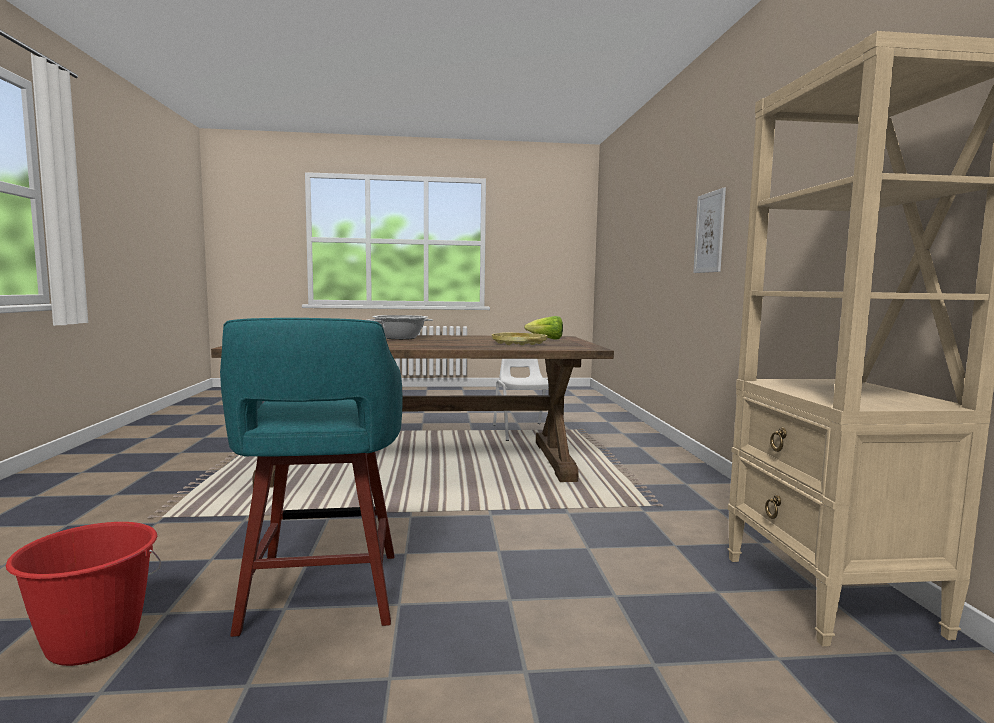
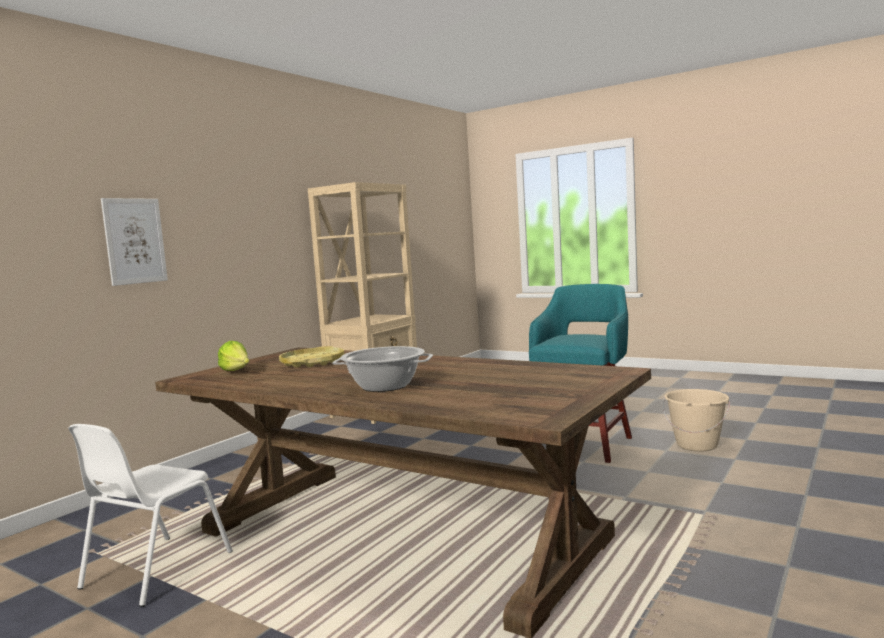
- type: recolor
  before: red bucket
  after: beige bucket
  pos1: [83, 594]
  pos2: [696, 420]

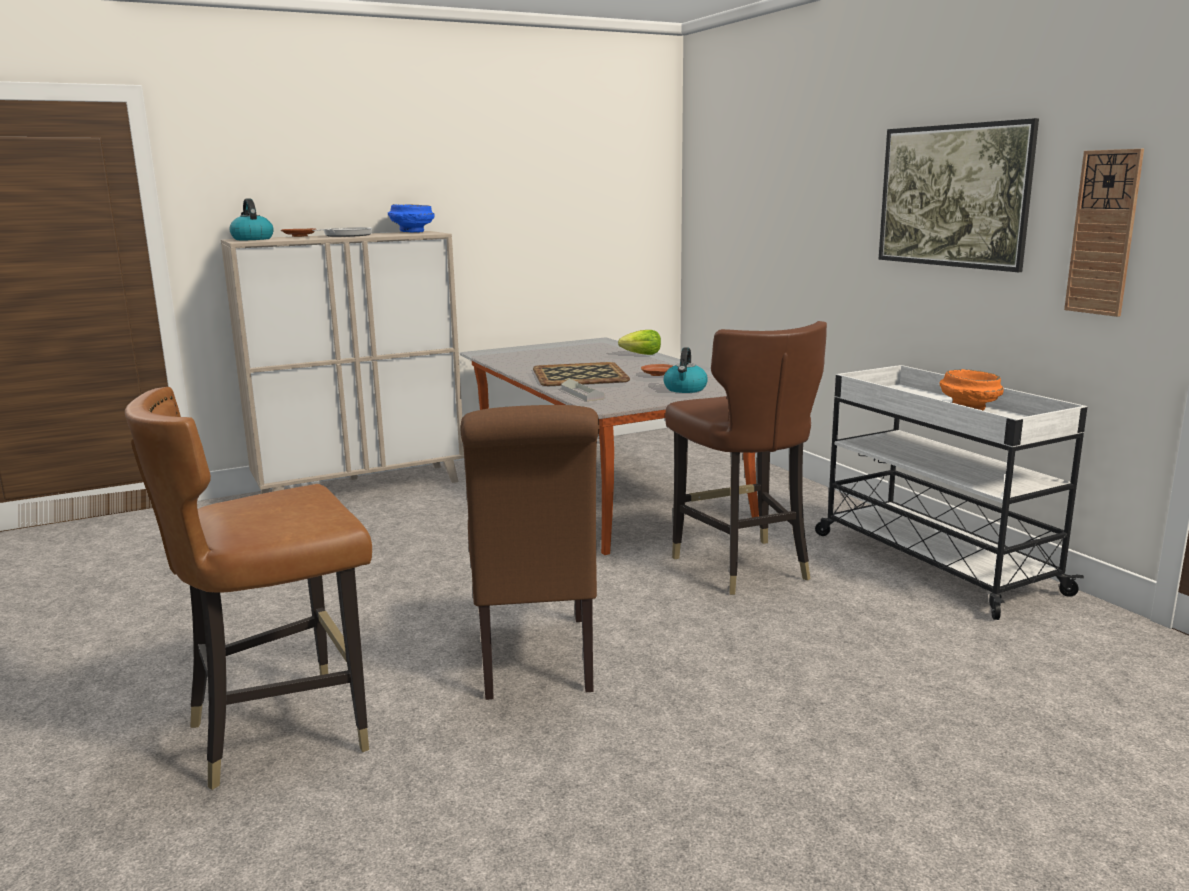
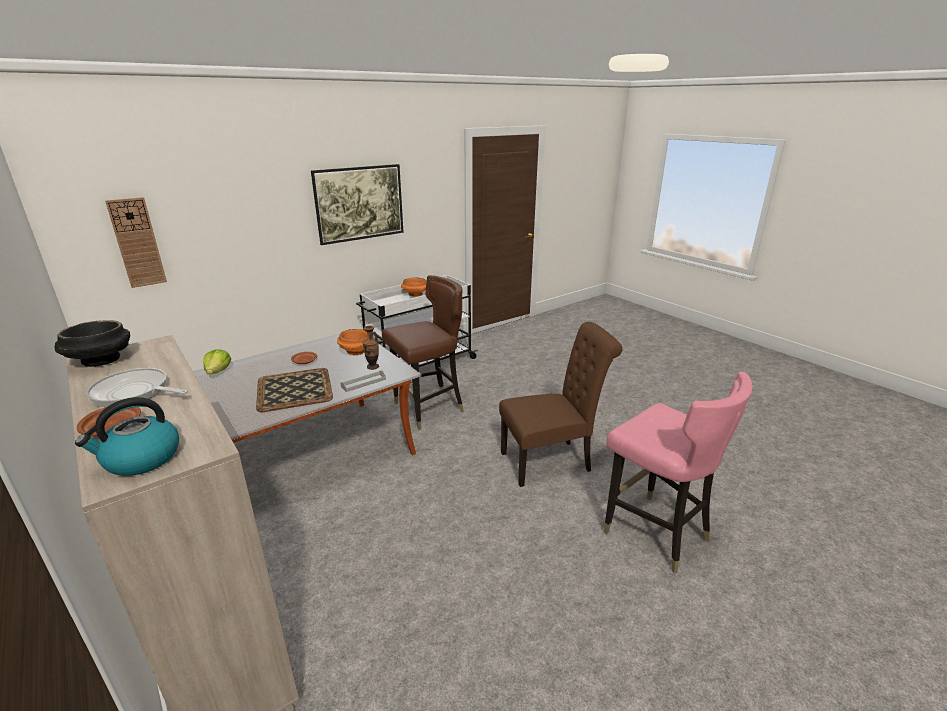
- type: recolor
  before: brown chair
  after: pink chair
  pos1: [248, 588]
  pos2: [678, 473]
- type: recolor
  before: blue bowl
  after: black bowl
  pos1: [411, 218]
  pos2: [92, 343]
- type: replace
  before: kettle
  after: orange bowl
  pos1: [685, 370]
  pos2: [352, 342]
- type: move
  before: wall clock
  pos1: [1104, 233]
  pos2: [136, 242]
- type: insert
  after: vase
  pos2: [370, 348]

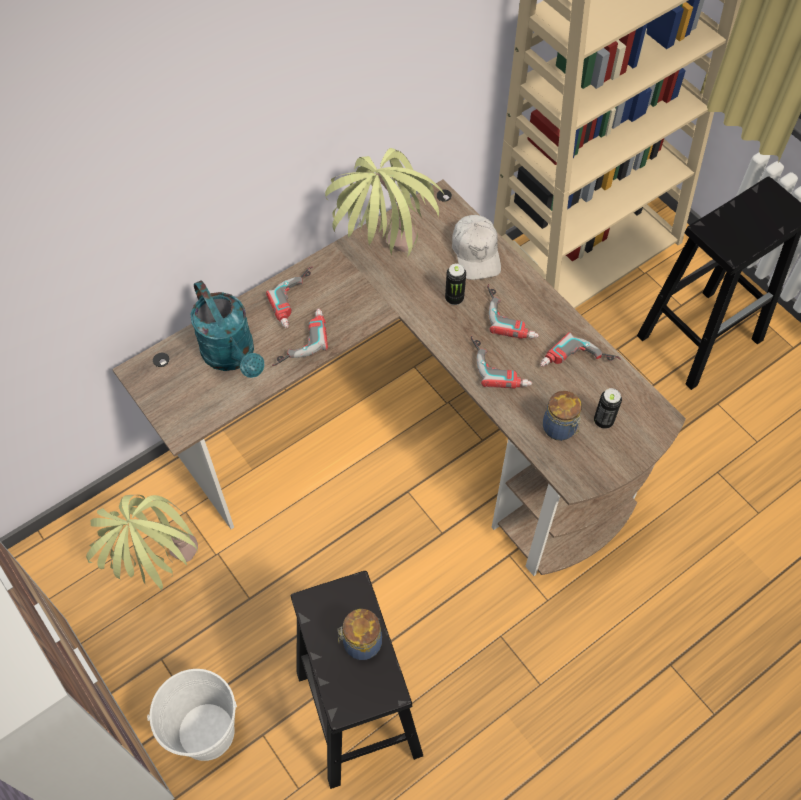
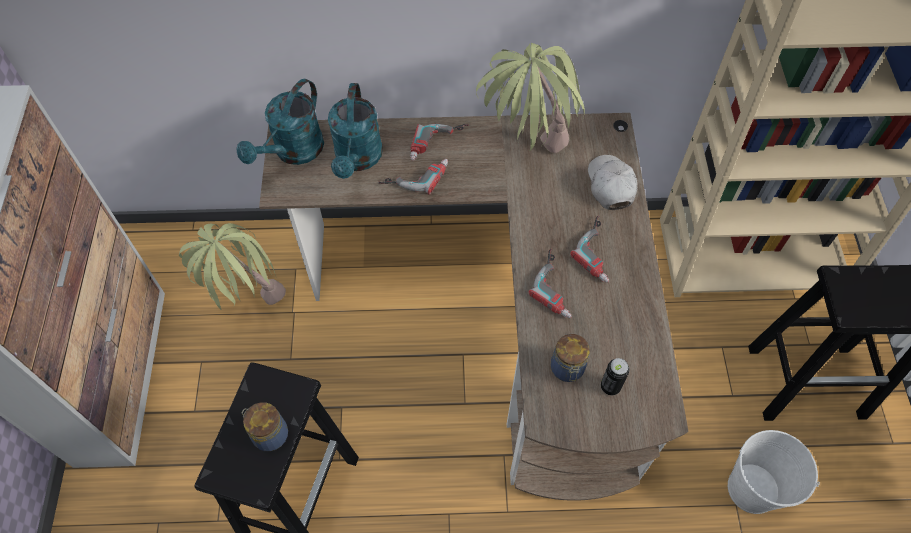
- type: move
  before: white bucket
  pos1: [192, 715]
  pos2: [774, 472]
- type: delete
  before: can
  pos1: [455, 284]
- type: rotate
  before: white cap
  pos1: [476, 247]
  pos2: [612, 182]
  turn: 150
- type: delete
  before: power drill
  pos1: [580, 349]
- type: insert
  after: turquoise watering can
  pos2: [280, 122]

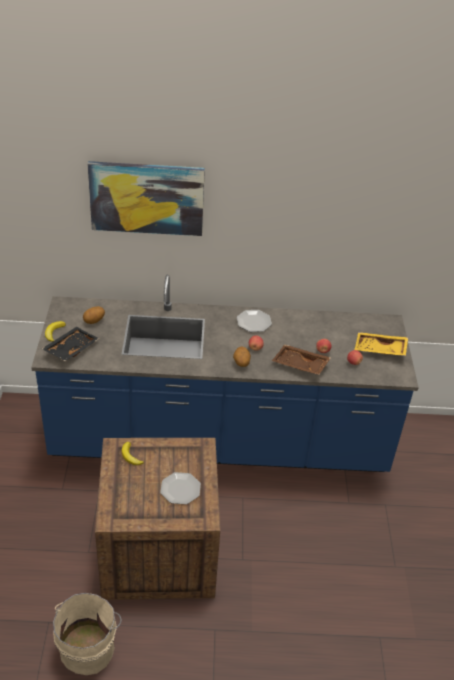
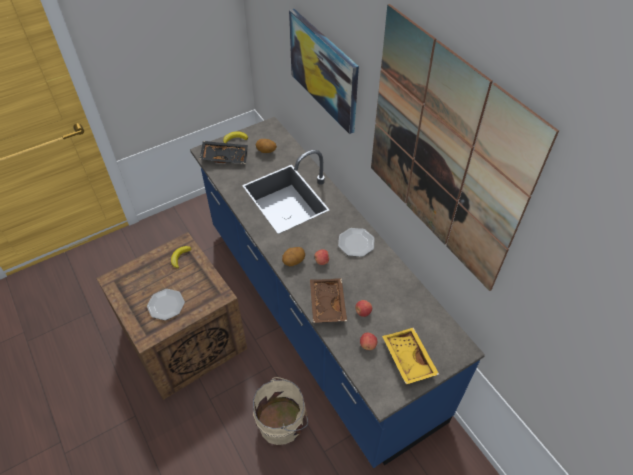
- type: move
  before: beige bucket
  pos1: [87, 634]
  pos2: [280, 411]
- type: insert
  after: picture
  pos2: [465, 147]

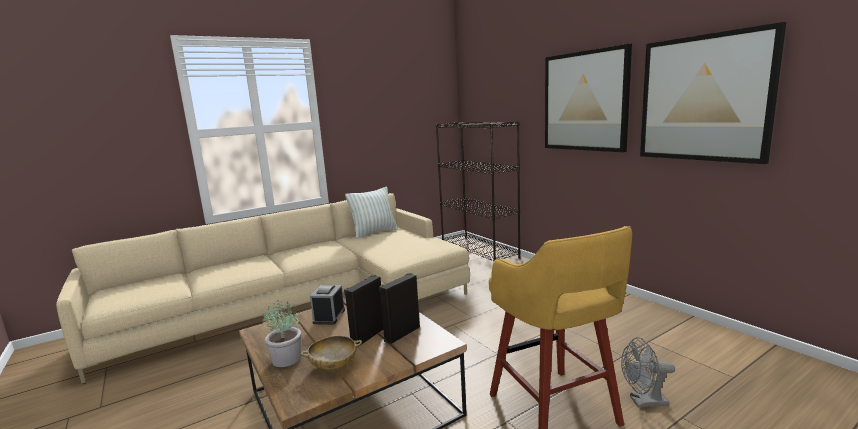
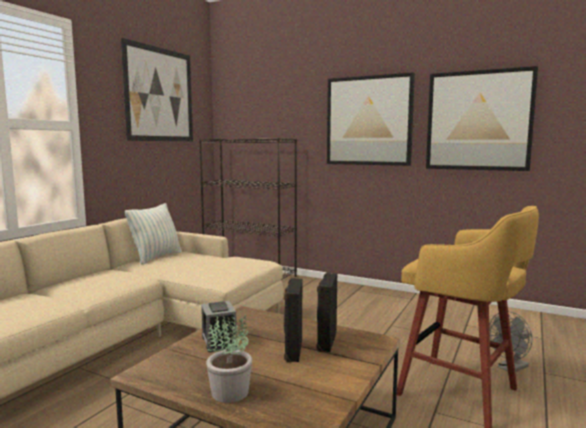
- type: delete
  before: beige bowl
  pos1: [331, 353]
- type: insert
  after: picture
  pos2: [157, 89]

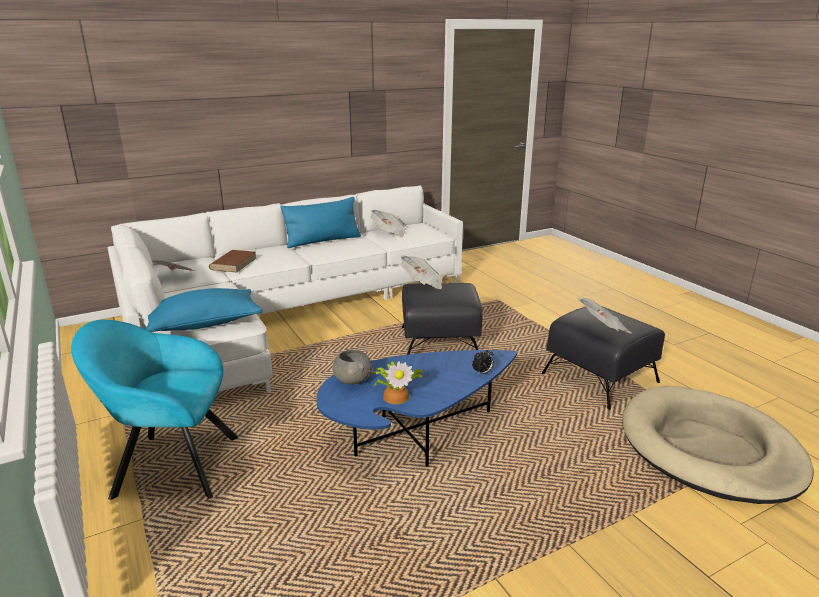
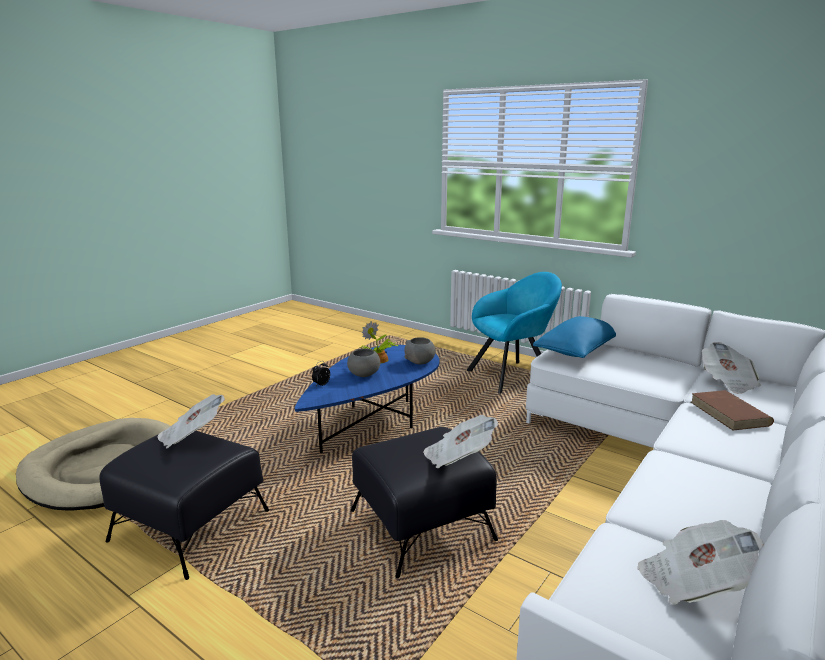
- type: delete
  before: blue pillow
  pos1: [321, 222]
- type: insert
  after: grey bowl
  pos2: [363, 363]

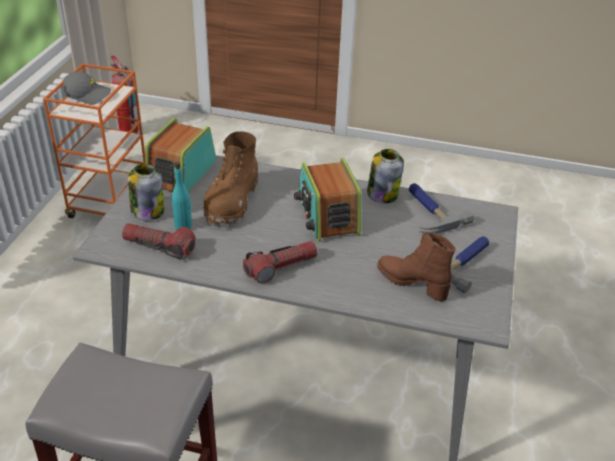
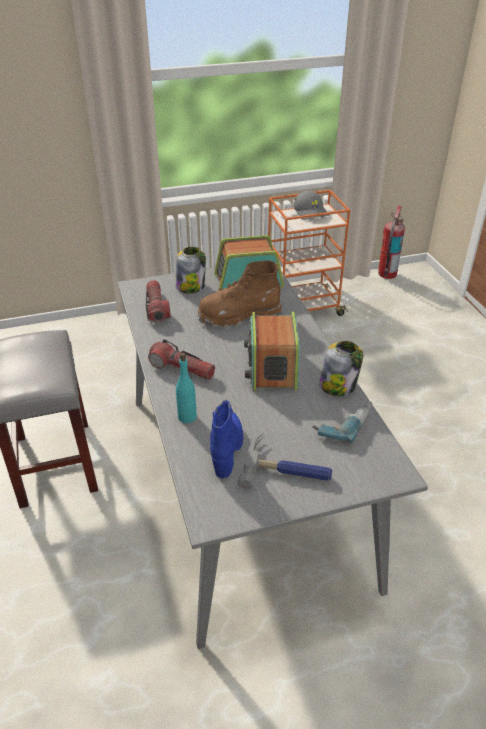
- type: move
  before: turquoise bottle
  pos1: [182, 195]
  pos2: [186, 388]
- type: rotate
  before: radio
  pos1: [327, 200]
  pos2: [272, 351]
  turn: -45
- type: recolor
  before: brown boot
  after: blue boot
  pos1: [416, 267]
  pos2: [226, 439]
- type: replace
  before: hammer
  after: power drill
  pos1: [441, 208]
  pos2: [342, 422]

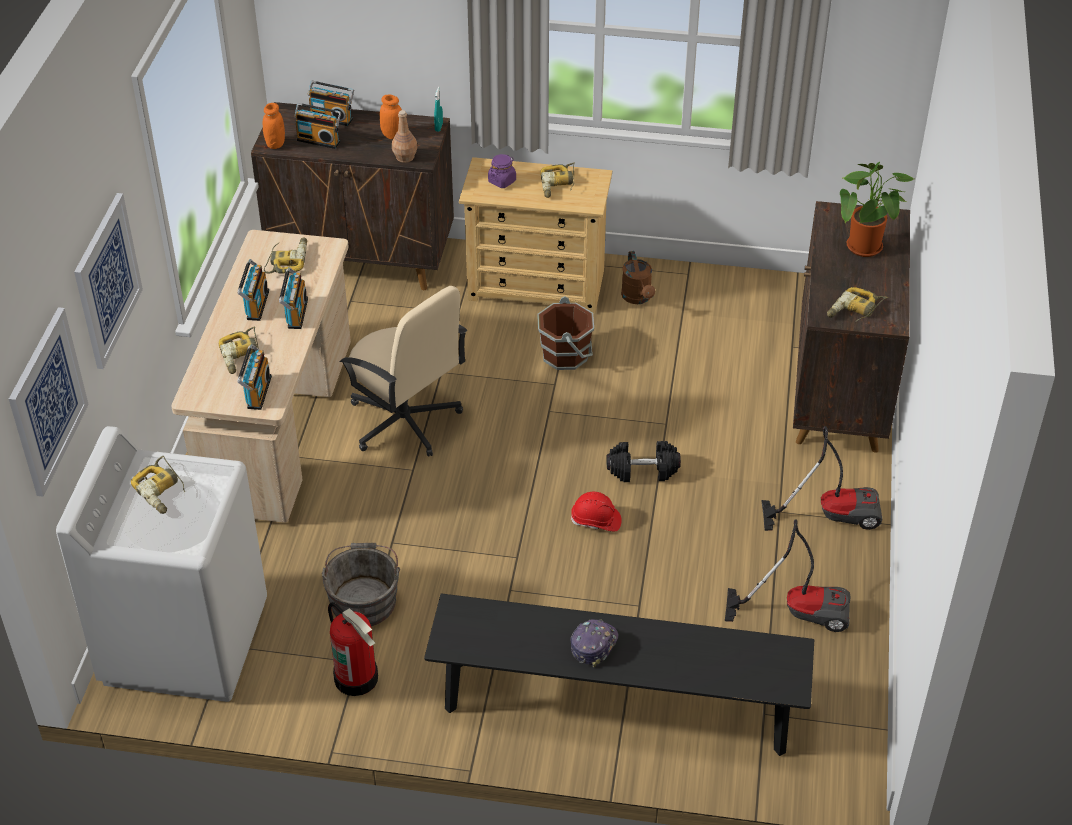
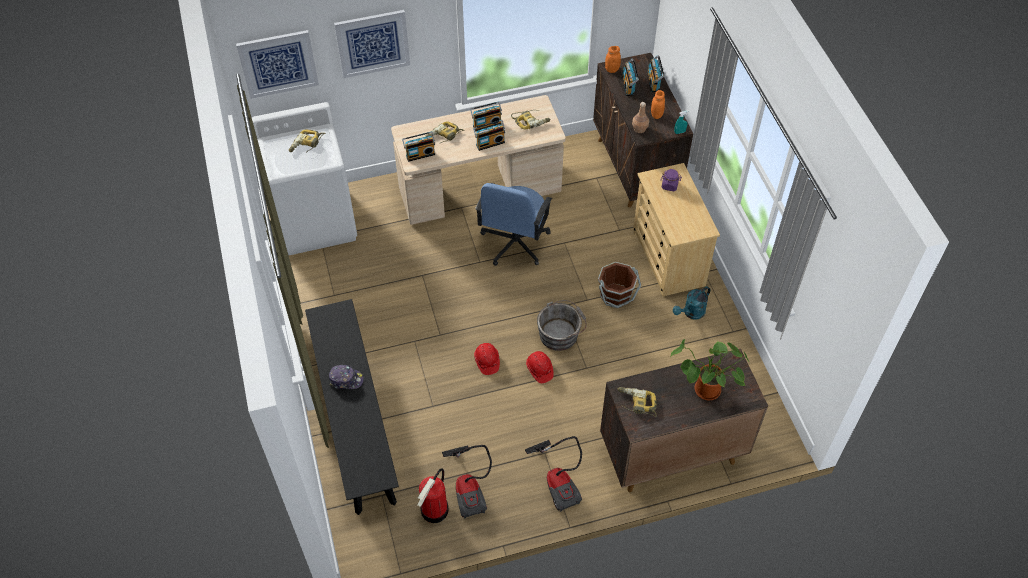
- type: move
  before: grey bucket
  pos1: [361, 584]
  pos2: [562, 325]
- type: move
  before: fire extinguisher
  pos1: [353, 649]
  pos2: [433, 495]
- type: recolor
  before: beige office chair
  after: blue office chair
  pos1: [403, 371]
  pos2: [513, 224]
- type: delete
  before: power drill
  pos1: [557, 180]
- type: replace
  before: black dumbbell
  after: red hard hat
  pos1: [643, 461]
  pos2: [540, 367]
- type: recolor
  before: brown watering can
  after: turquoise watering can
  pos1: [638, 277]
  pos2: [691, 303]

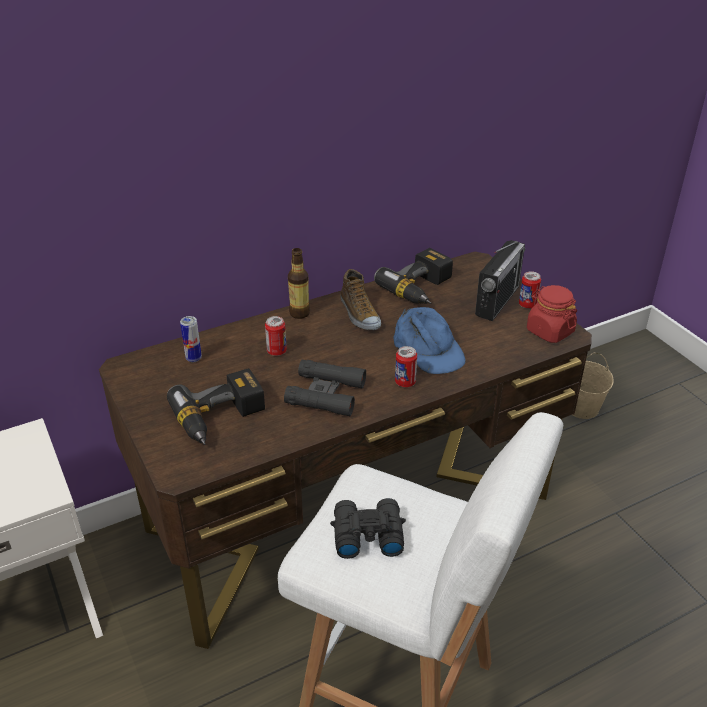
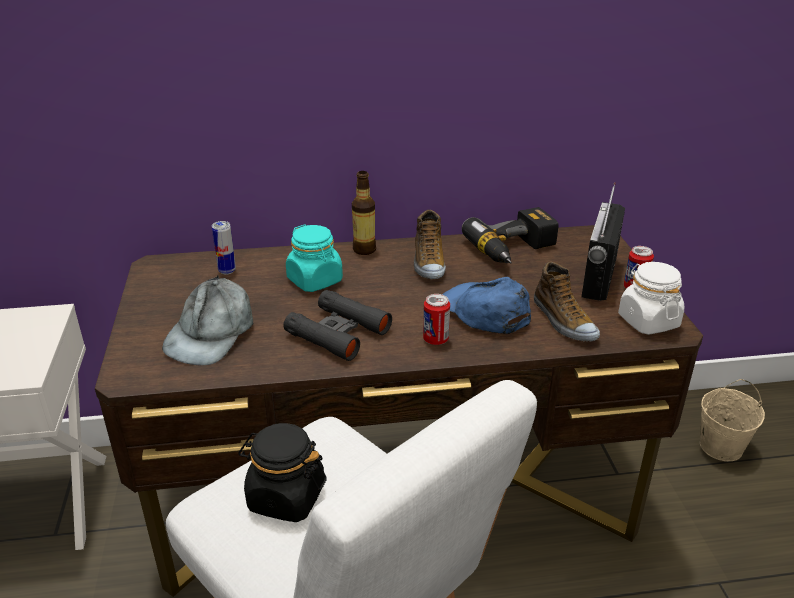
- type: replace
  before: power drill
  after: grey cap
  pos1: [216, 406]
  pos2: [207, 320]
- type: replace
  before: can
  after: turquoise jar
  pos1: [276, 336]
  pos2: [314, 258]
- type: replace
  before: black binoculars
  after: black jar
  pos1: [368, 528]
  pos2: [282, 472]
- type: rotate
  before: blue cap
  pos1: [429, 340]
  pos2: [486, 305]
  turn: 150
- type: rotate
  before: radio
  pos1: [500, 280]
  pos2: [603, 241]
  turn: 150
- type: recolor
  before: red jar
  after: white jar
  pos1: [552, 314]
  pos2: [651, 298]
- type: insert
  after: shoe
  pos2: [567, 302]

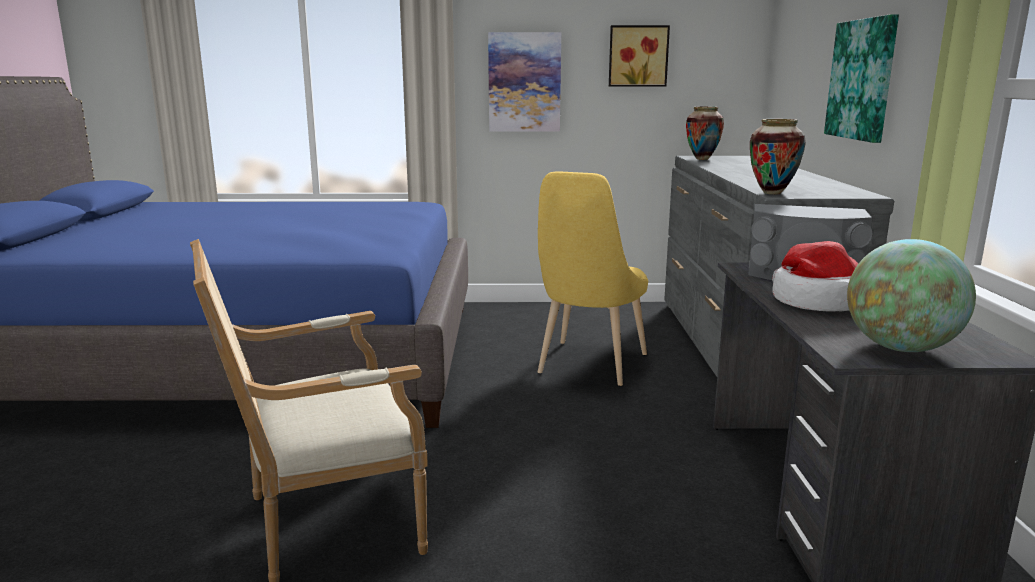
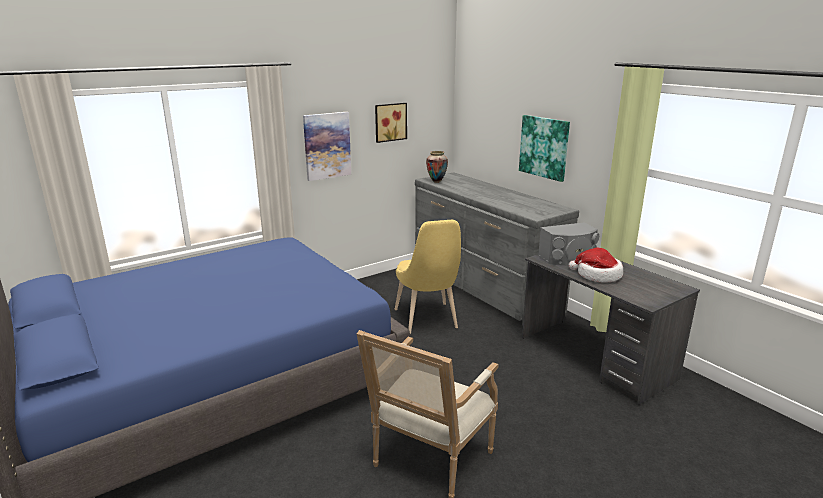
- type: delete
  before: vase
  pos1: [778, 156]
- type: delete
  before: globe
  pos1: [911, 295]

